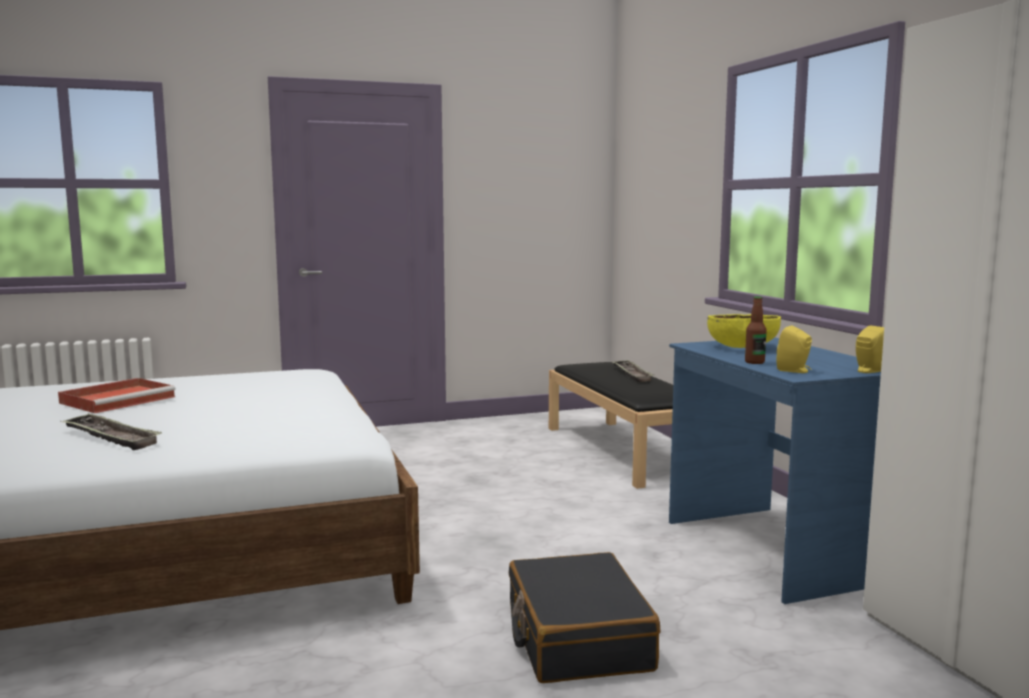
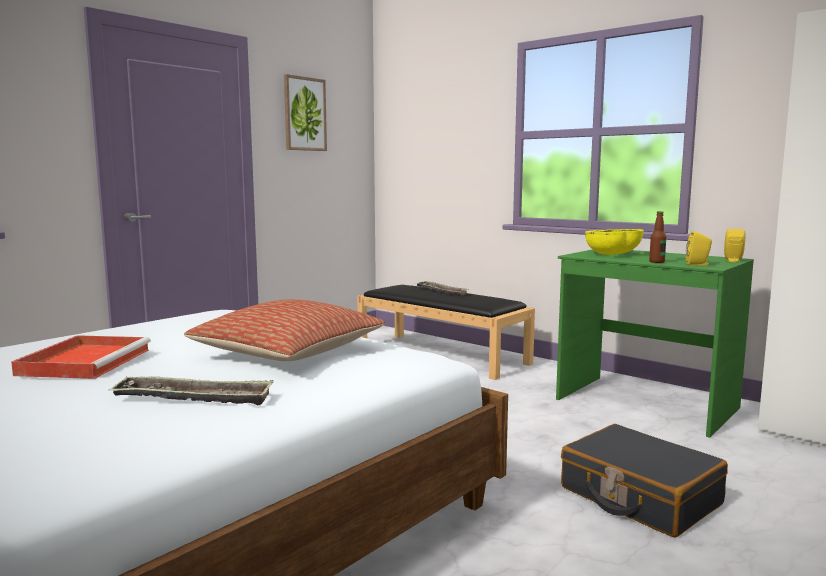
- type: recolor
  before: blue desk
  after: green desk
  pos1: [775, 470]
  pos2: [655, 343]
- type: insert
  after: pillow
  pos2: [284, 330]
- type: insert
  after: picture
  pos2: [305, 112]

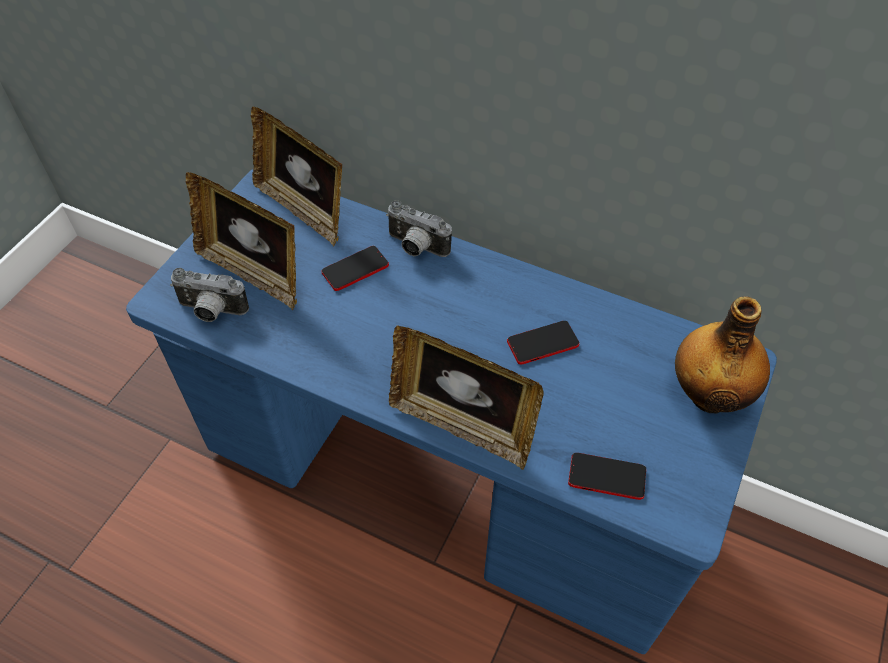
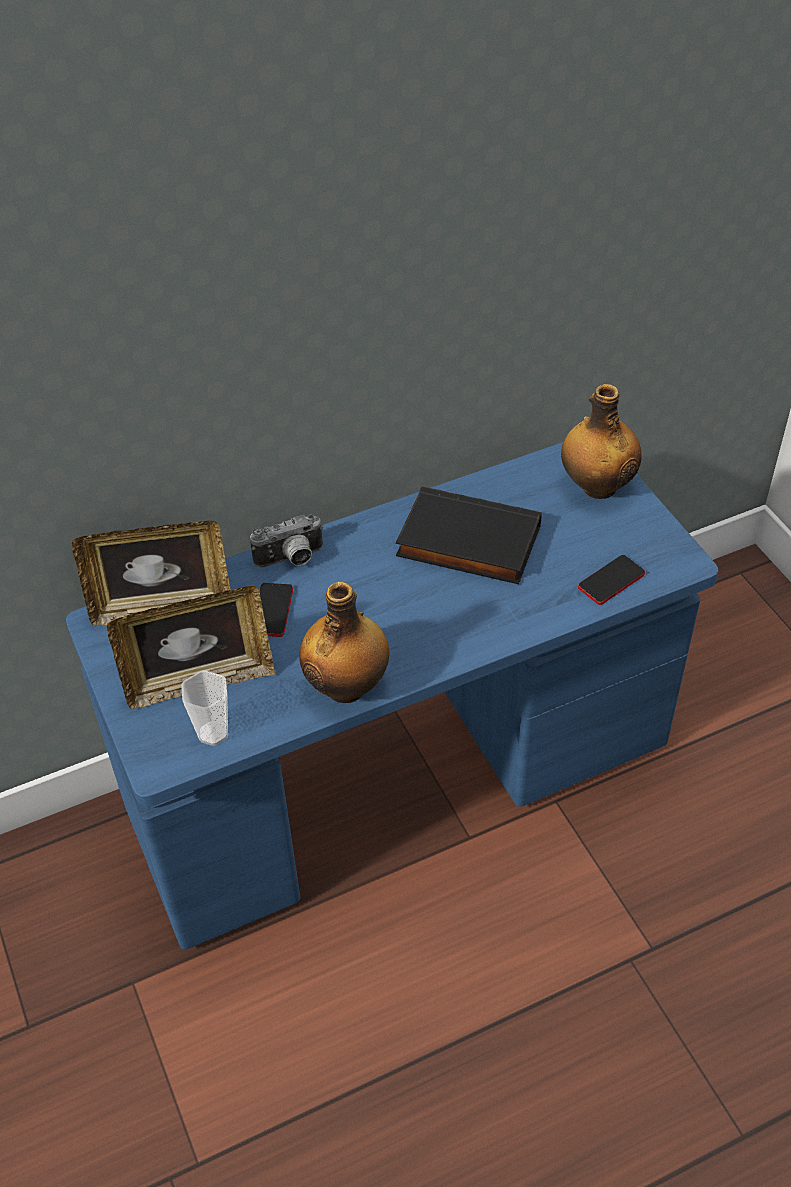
- type: replace
  before: photo camera
  after: cup
  pos1: [209, 295]
  pos2: [204, 708]
- type: delete
  before: picture frame
  pos1: [466, 397]
- type: replace
  before: phone
  after: black book
  pos1: [543, 342]
  pos2: [469, 535]
- type: insert
  after: bottle
  pos2: [344, 642]

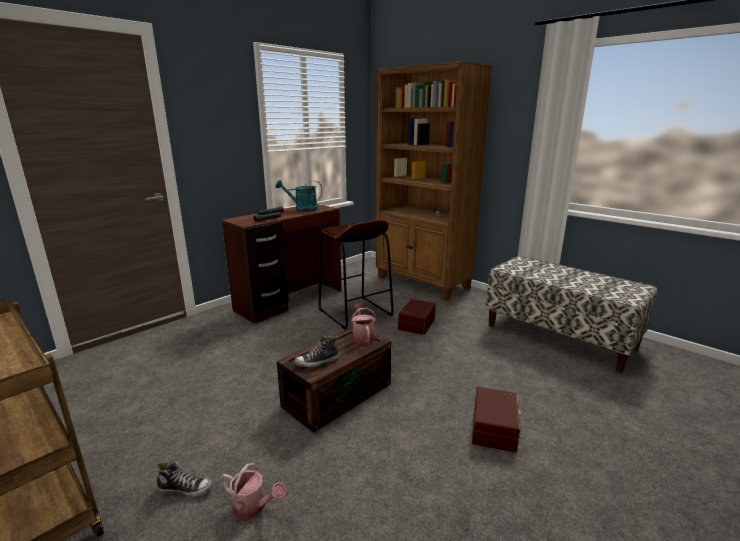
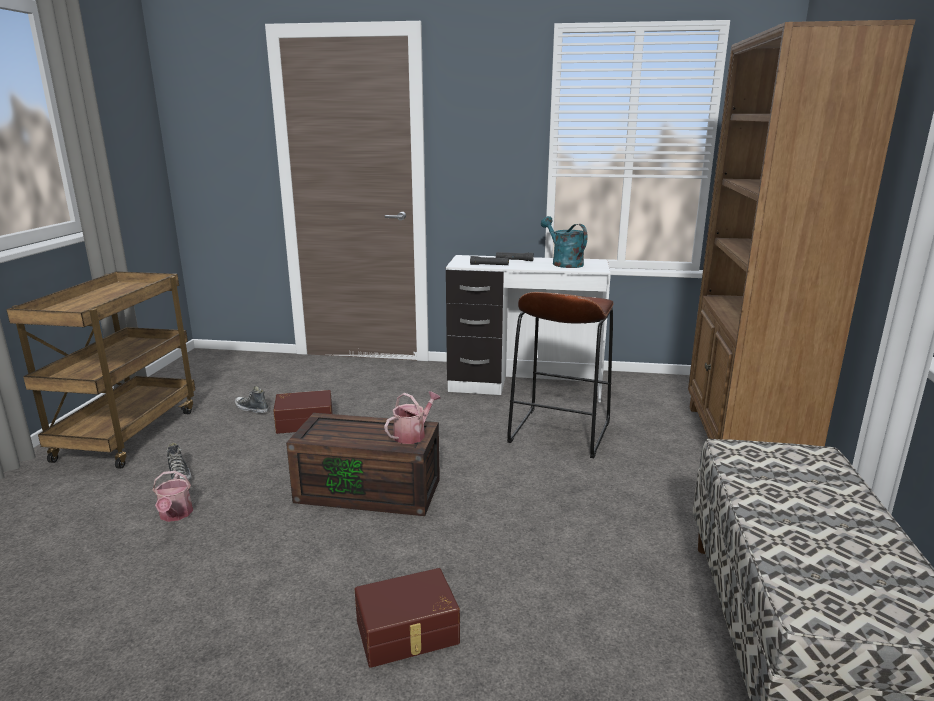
- type: recolor
  before: brown desk
  after: white desk
  pos1: [281, 264]
  pos2: [528, 328]
- type: move
  before: shoe
  pos1: [316, 350]
  pos2: [251, 399]
- type: move
  before: brown storage box
  pos1: [417, 317]
  pos2: [302, 412]

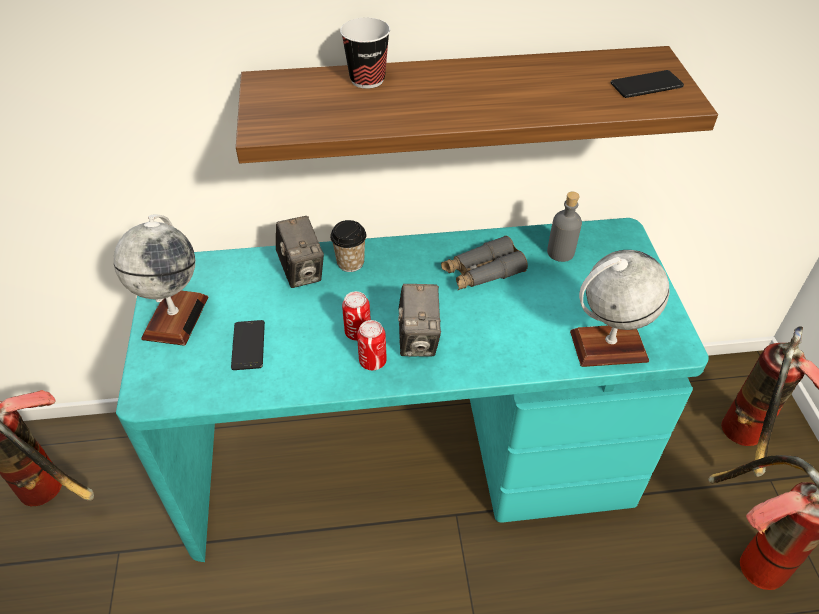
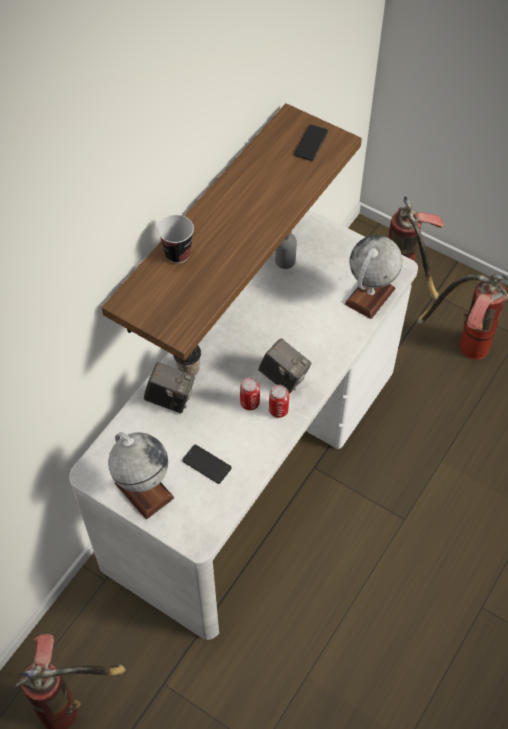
- type: recolor
  before: turquoise desk
  after: white desk
  pos1: [412, 390]
  pos2: [243, 424]
- type: delete
  before: grey binoculars
  pos1: [484, 263]

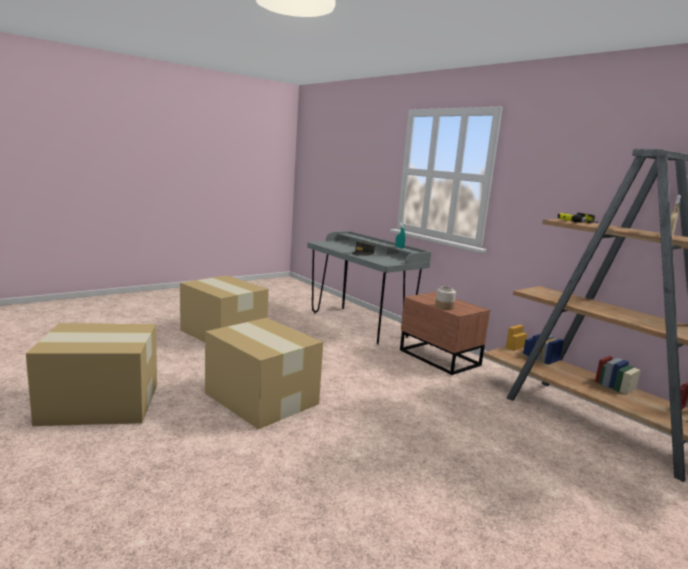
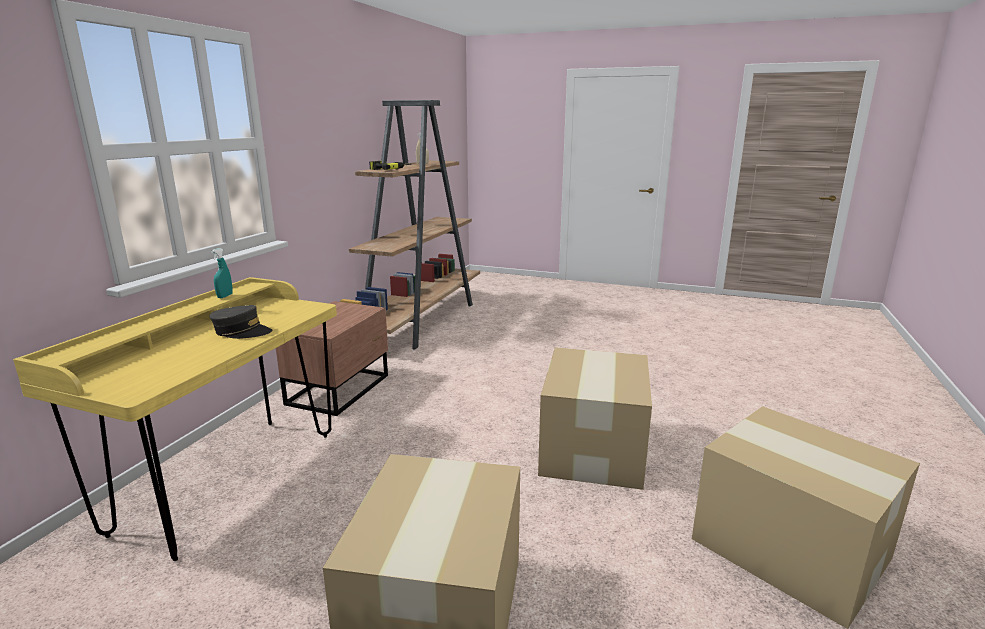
- type: recolor
  before: grey desk
  after: yellow desk
  pos1: [369, 287]
  pos2: [175, 419]
- type: delete
  before: jar
  pos1: [445, 298]

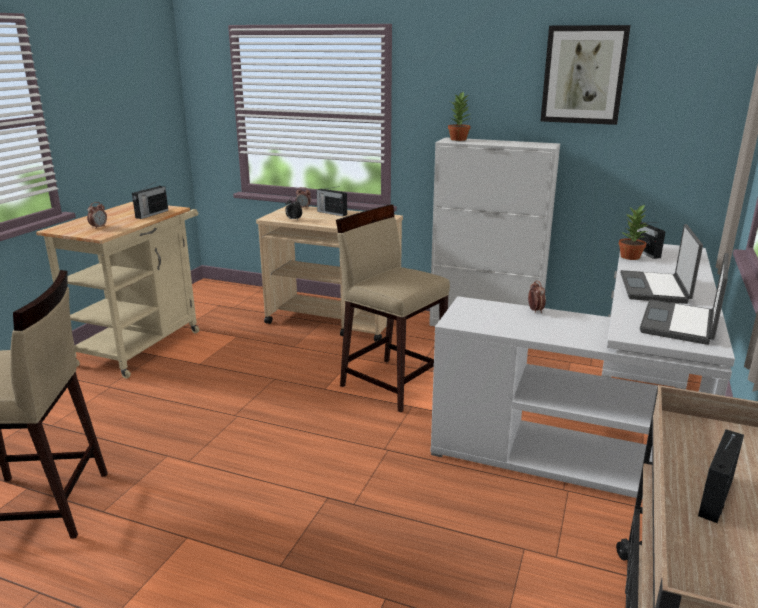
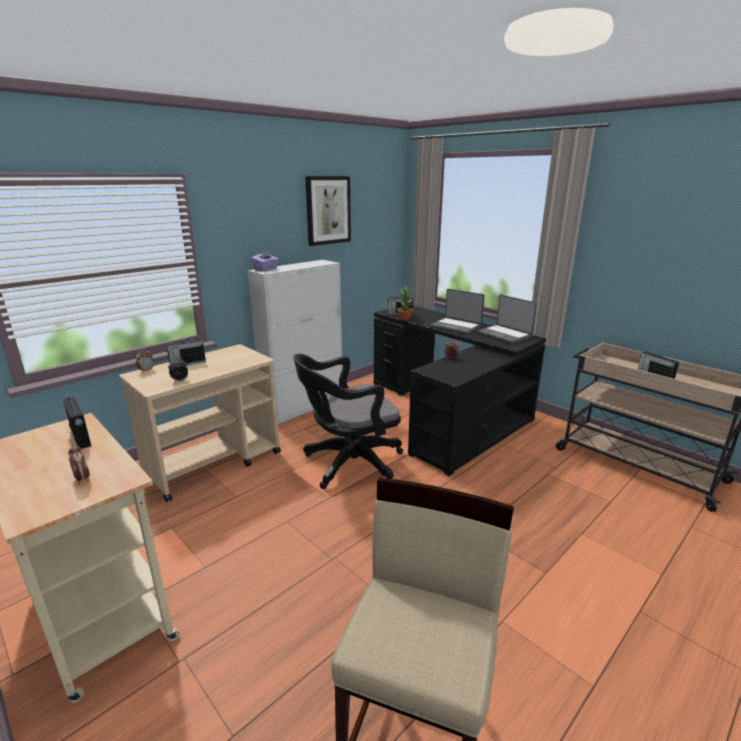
- type: replace
  before: beige stool
  after: black office chair
  pos1: [393, 308]
  pos2: [348, 421]
- type: recolor
  before: white desk
  after: black desk
  pos1: [583, 371]
  pos2: [460, 391]
- type: replace
  before: potted plant
  after: purple tissue box
  pos1: [459, 116]
  pos2: [265, 260]

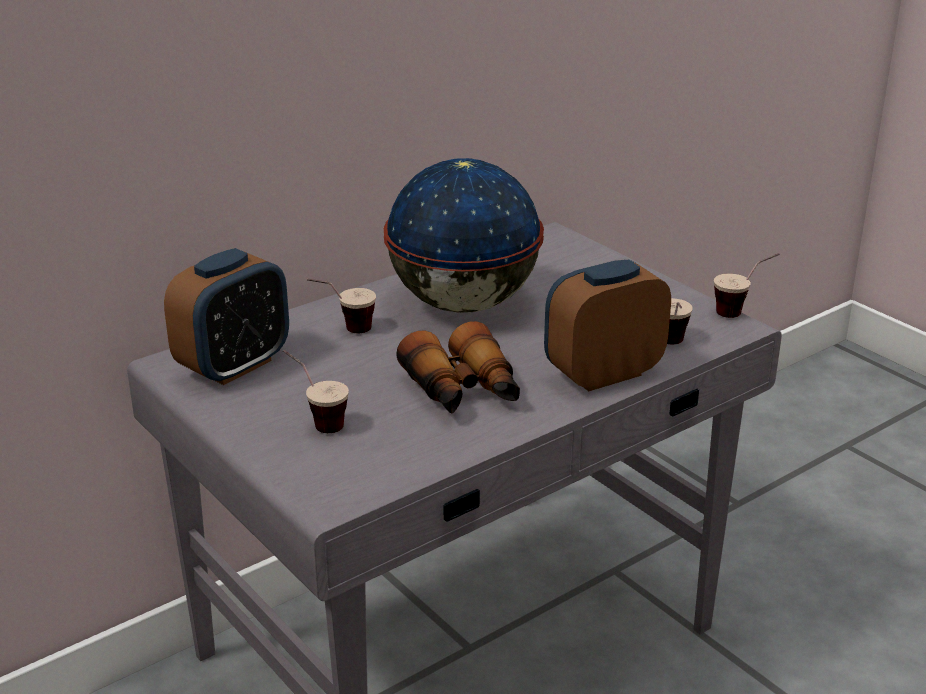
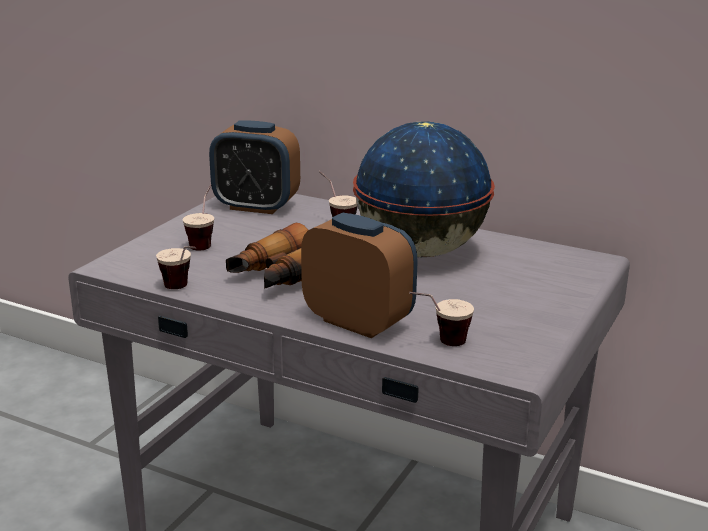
- type: move
  before: cup
  pos1: [747, 285]
  pos2: [176, 267]

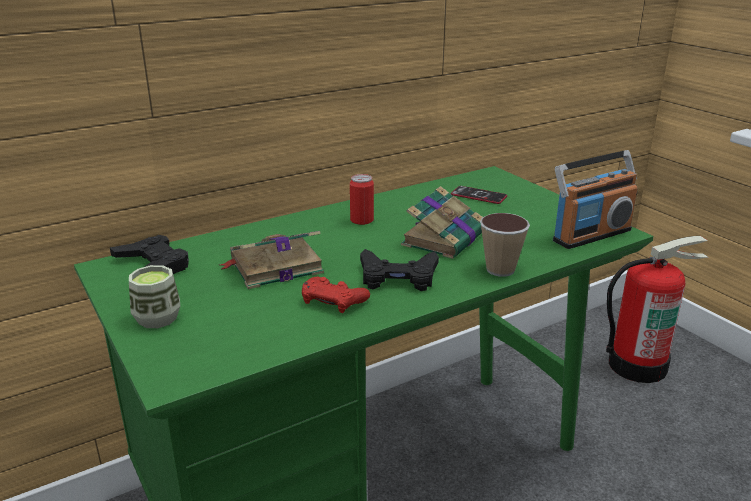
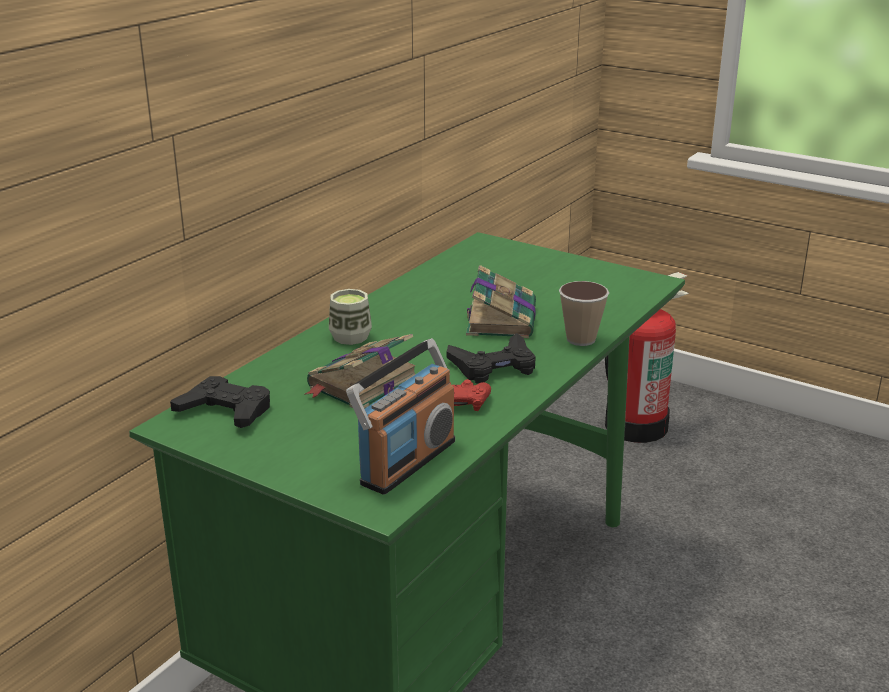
- type: move
  before: cup
  pos1: [154, 296]
  pos2: [350, 317]
- type: delete
  before: can
  pos1: [362, 199]
- type: delete
  before: phone
  pos1: [479, 195]
- type: move
  before: radio
  pos1: [595, 199]
  pos2: [400, 416]

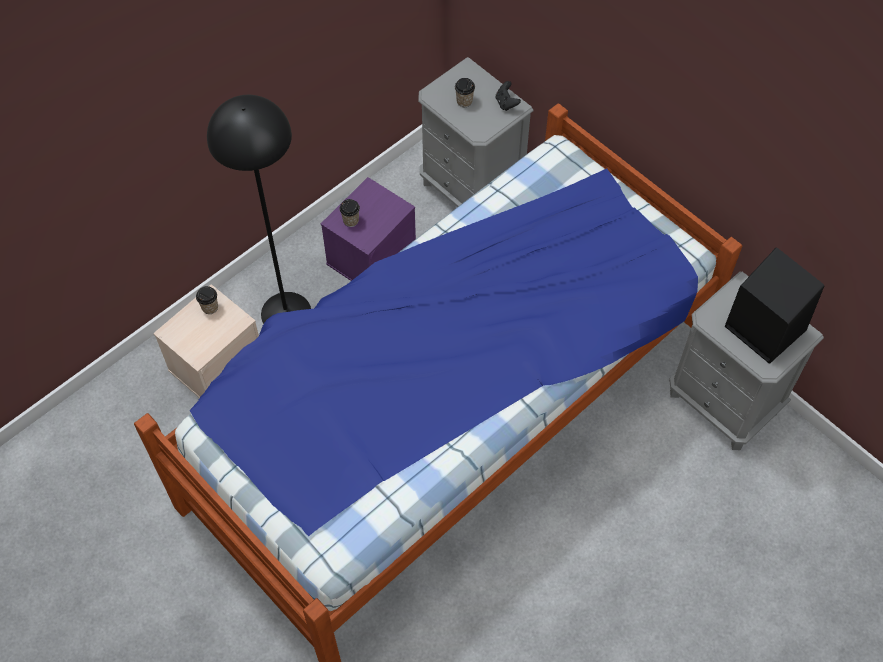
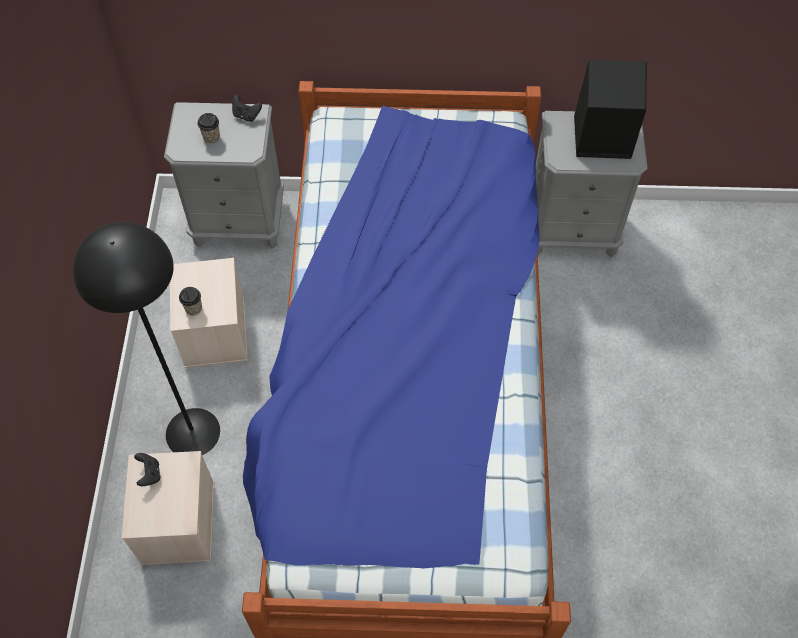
- type: replace
  before: cup
  after: black game controller
  pos1: [207, 300]
  pos2: [147, 469]
- type: recolor
  before: purple storage box
  after: beige storage box
  pos1: [368, 229]
  pos2: [209, 313]

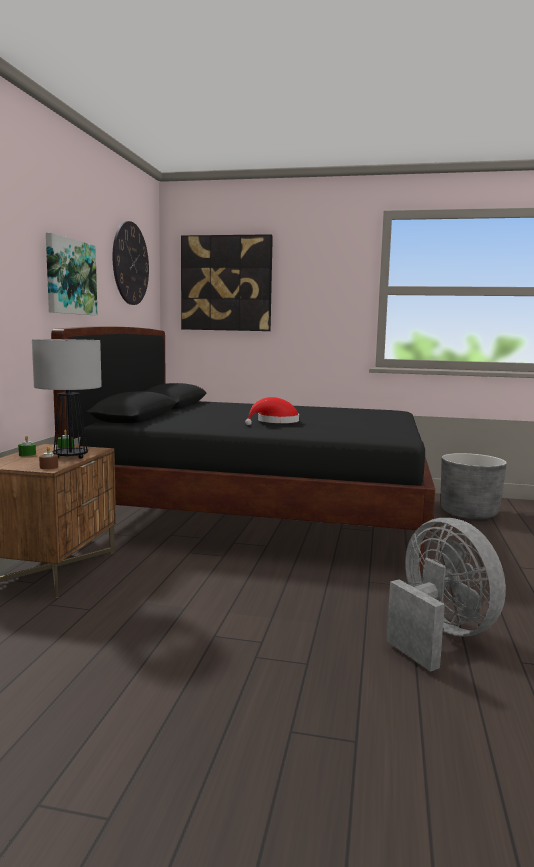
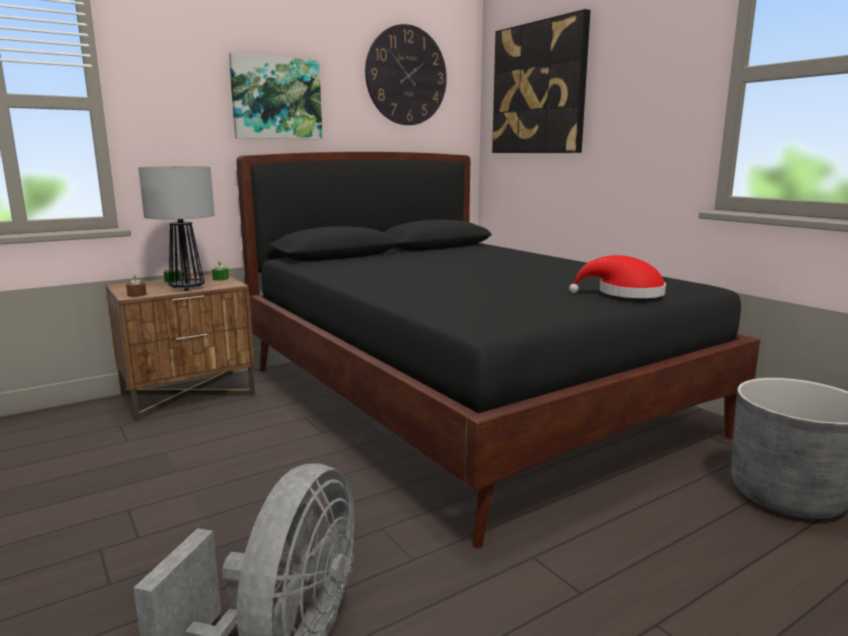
- type: move
  before: red hat
  pos1: [272, 411]
  pos2: [617, 276]

